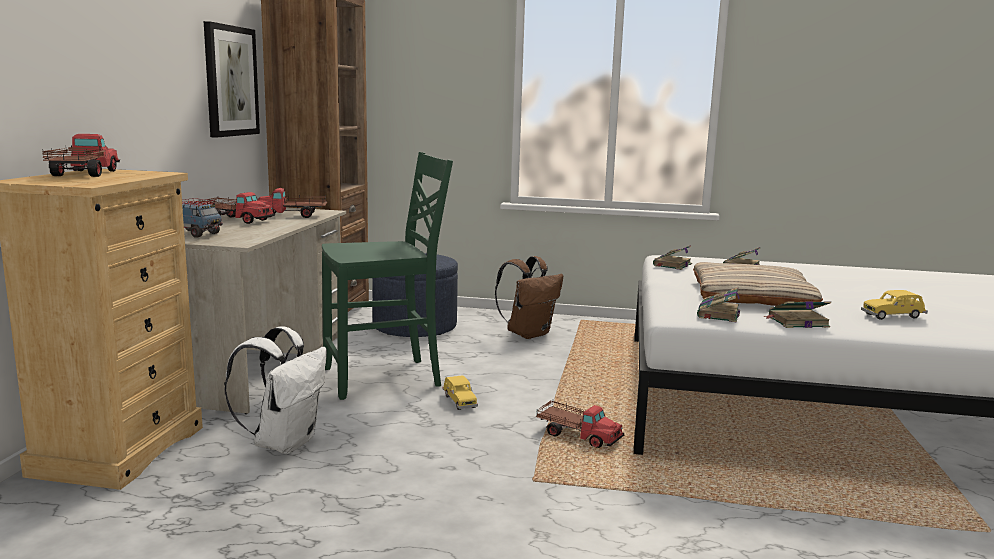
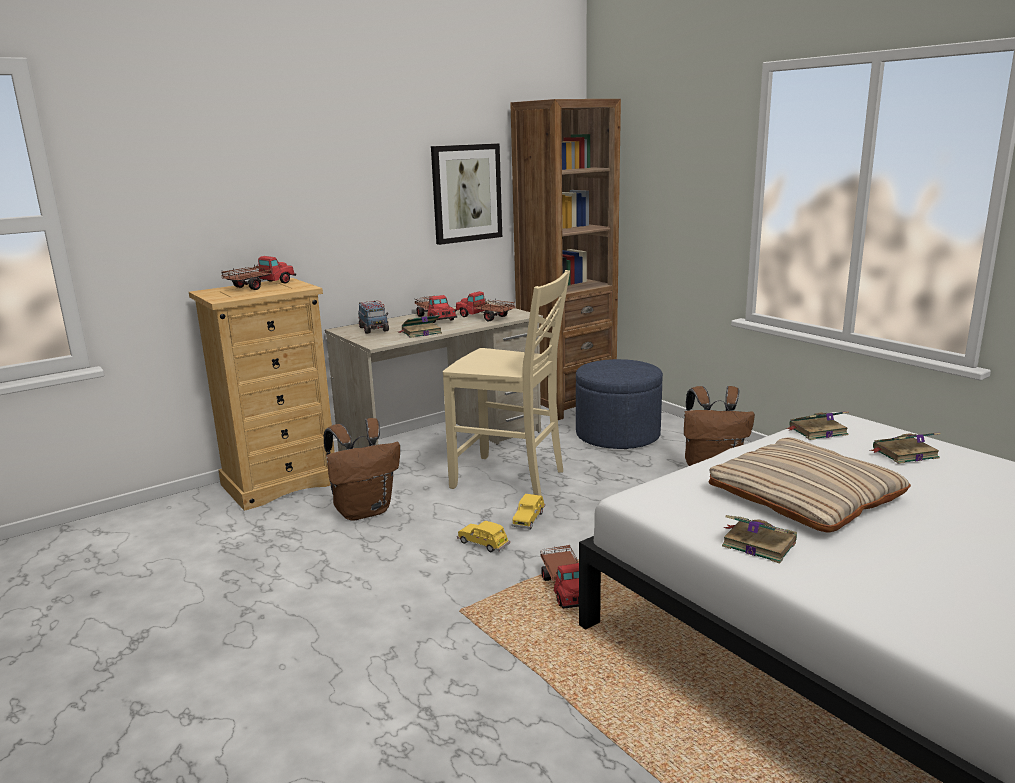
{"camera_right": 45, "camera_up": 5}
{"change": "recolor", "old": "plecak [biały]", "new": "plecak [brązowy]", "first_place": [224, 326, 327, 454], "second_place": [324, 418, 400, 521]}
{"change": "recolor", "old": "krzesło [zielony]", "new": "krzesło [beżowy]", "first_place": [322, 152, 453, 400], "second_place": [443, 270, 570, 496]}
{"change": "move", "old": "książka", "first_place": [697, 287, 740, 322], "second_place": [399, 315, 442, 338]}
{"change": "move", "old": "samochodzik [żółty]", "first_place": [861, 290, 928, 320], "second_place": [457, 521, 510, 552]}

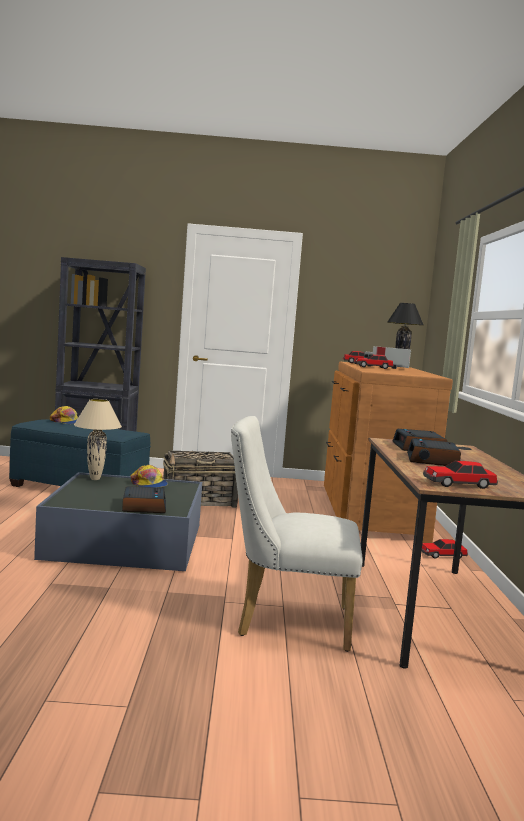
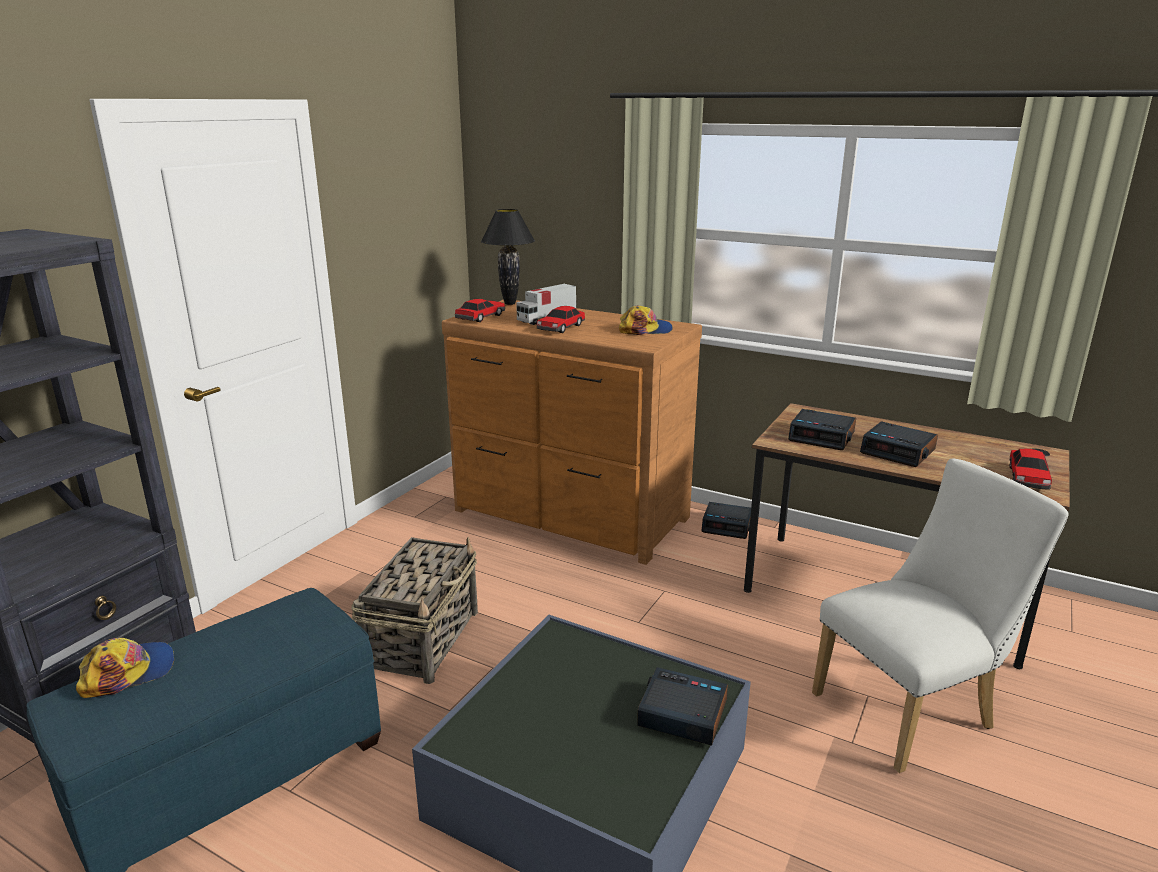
{"camera_right": -60, "camera_up": 15}
{"change": "delete", "old": "lampa stołowa [beżowy]", "first_place": [74, 399, 122, 480]}
{"change": "move", "old": "czapka z daszkiem", "first_place": [131, 465, 168, 488], "second_place": [619, 305, 673, 335]}
{"change": "rotate", "old": "krzesło [biały]", "first_place": [231, 416, 362, 652], "second_place": [812, 459, 1068, 773], "degrees": -150}
{"change": "replace", "old": "samochodzik", "new": "budzik", "first_place": [422, 539, 468, 559], "second_place": [702, 502, 751, 539]}

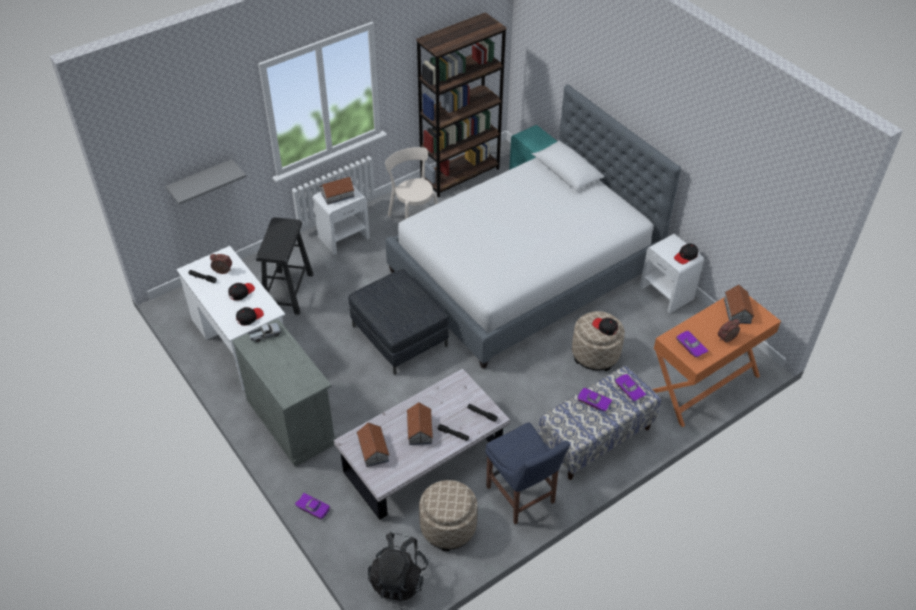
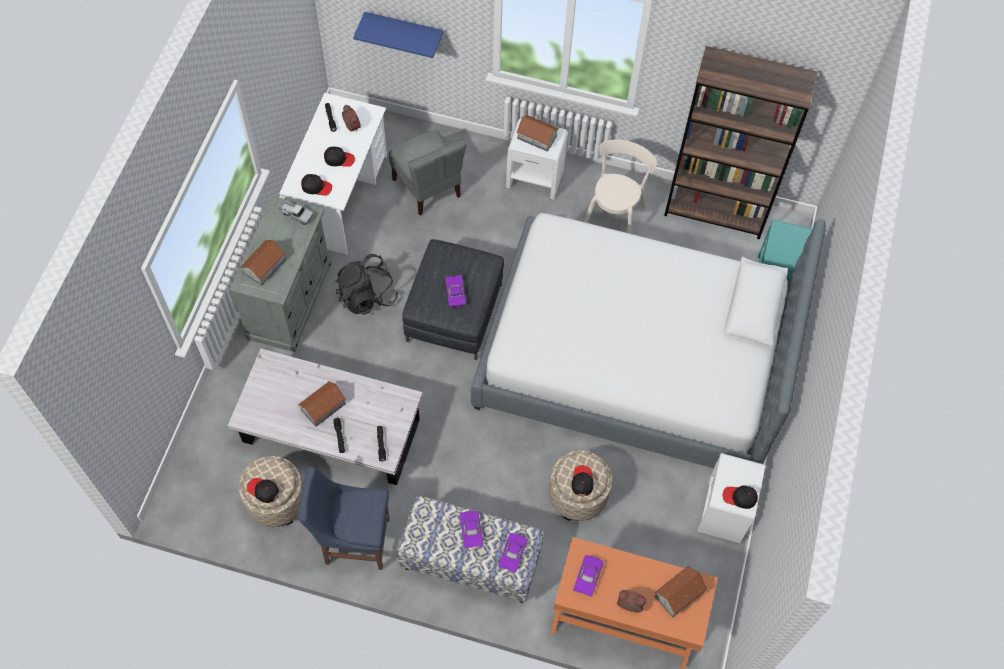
{"camera_right": 50, "camera_up": 15}
{"change": "recolor", "old": "półka [szary]", "new": "półka [niebieski]", "first_place": [166, 159, 246, 205], "second_place": [353, 12, 443, 58]}
{"change": "replace", "old": "stołek [czarny]", "new": "krzesło [szary]", "first_place": [256, 217, 314, 315], "second_place": [389, 130, 466, 215]}
{"change": "move", "old": "samochodzik [fioletowy]", "first_place": [295, 493, 330, 520], "second_place": [445, 275, 466, 307]}
{"change": "move", "old": "domek", "first_place": [356, 422, 390, 467], "second_place": [240, 240, 286, 285]}
{"change": "move", "old": "plecak [czarny]", "first_place": [368, 532, 428, 602], "second_place": [335, 254, 398, 315]}
{"change": "rotate", "old": "krzesło [niebieski]", "first_place": [485, 422, 570, 524], "second_place": [299, 467, 390, 570], "degrees": 75}
{"change": "insert", "new": "czapka z daszkiem [czarny]", "second_place": [247, 478, 279, 503]}

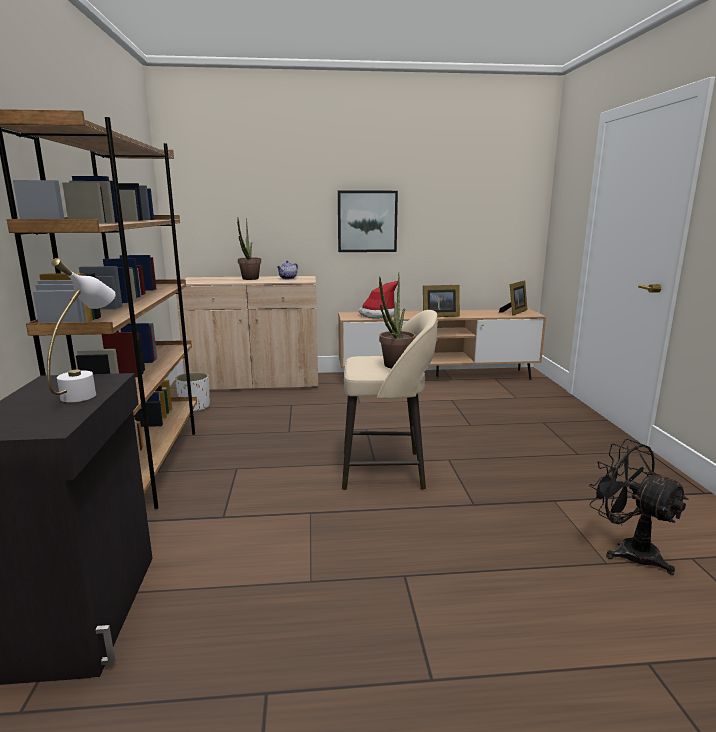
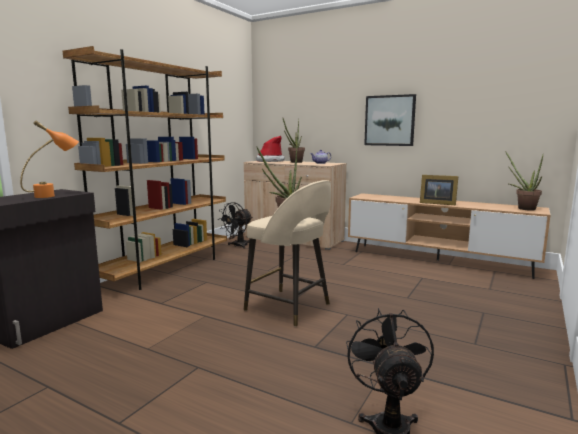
{"camera_right": 35, "camera_up": -5}
{"change": "recolor", "old": "lampa stołowa [biały]", "new": "lampa stołowa [pomarańczowy]", "first_place": [47, 258, 116, 402], "second_place": [20, 120, 79, 198]}
{"change": "replace", "old": "donica [biały]", "new": "wentylator [czarny]", "first_place": [175, 372, 210, 411], "second_place": [218, 202, 252, 249]}
{"change": "move", "old": "kapelusz", "first_place": [358, 281, 398, 319], "second_place": [256, 136, 285, 162]}
{"change": "replace", "old": "ramka na zdjęcie", "new": "roślina doniczkowa", "first_place": [499, 280, 527, 316], "second_place": [505, 151, 544, 211]}

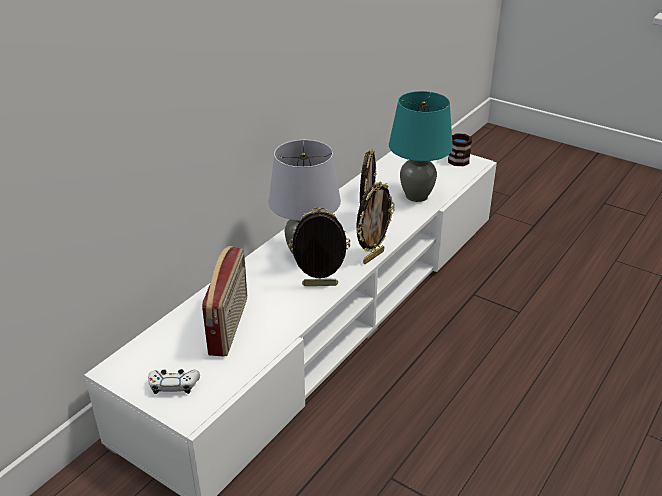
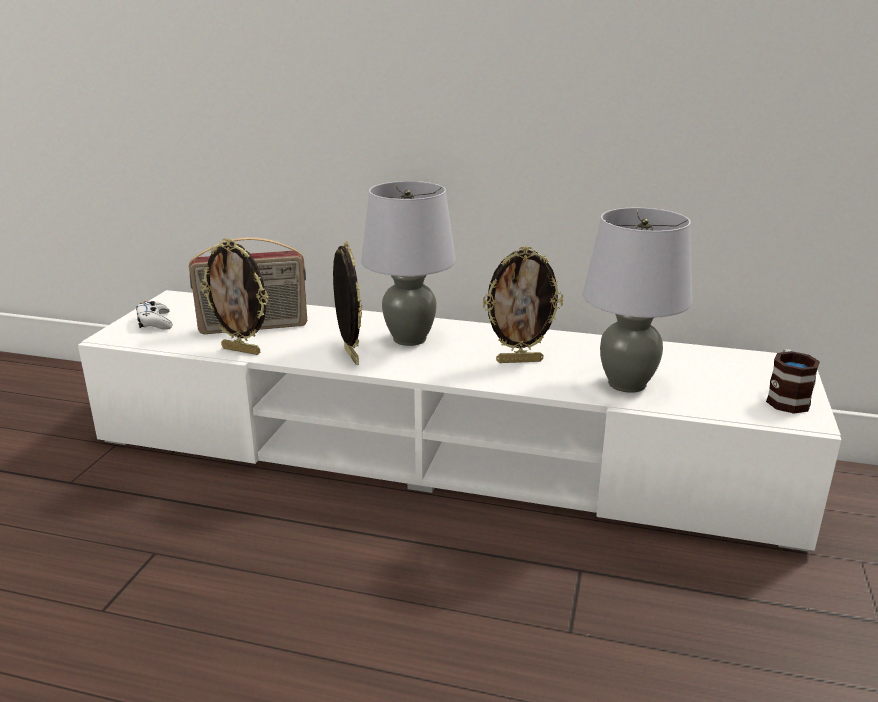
{"camera_right": 70, "camera_up": -10}
{"change": "move", "old": "ramka na zdjęcie", "first_place": [356, 182, 395, 264], "second_place": [200, 238, 268, 355]}
{"change": "recolor", "old": "lampa stołowa [turkusowy]", "new": "lampa stołowa [szary]", "first_place": [389, 91, 453, 202], "second_place": [583, 208, 692, 393]}

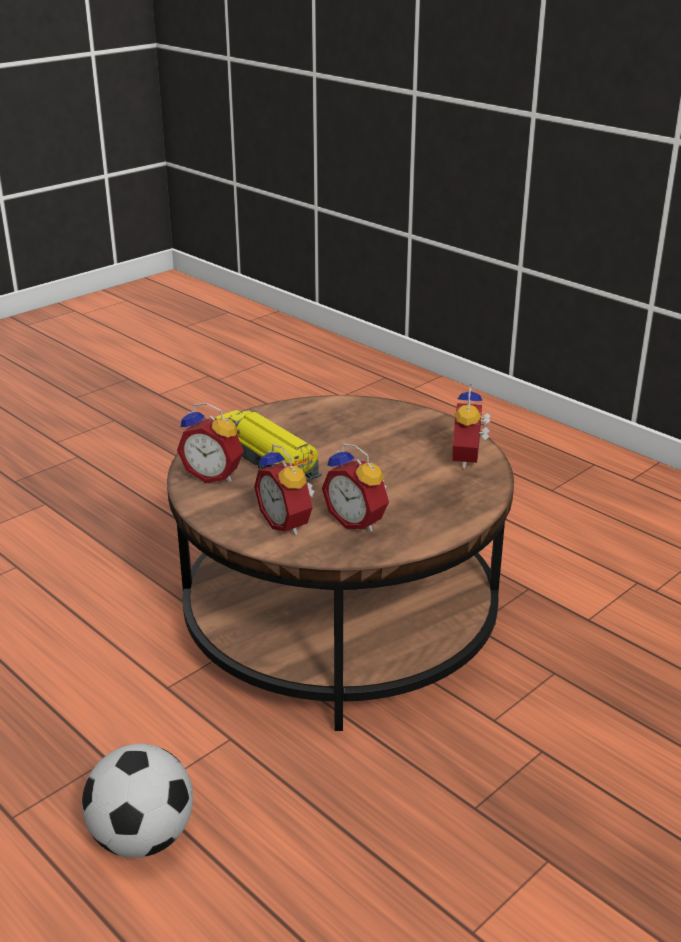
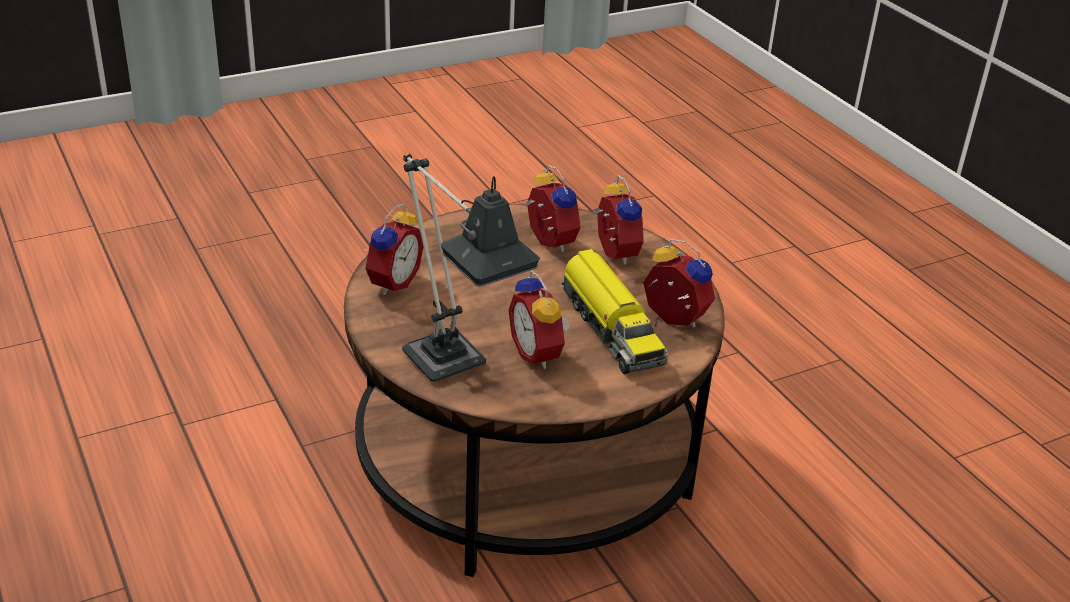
{"camera_right": -165, "camera_up": 5}
{"change": "delete", "old": "piłka futbolowa", "first_place": [82, 744, 193, 858]}
{"change": "insert", "new": "lampa stołowa", "second_place": [402, 154, 540, 382]}
{"change": "insert", "new": "budzik", "second_place": [508, 270, 570, 369]}

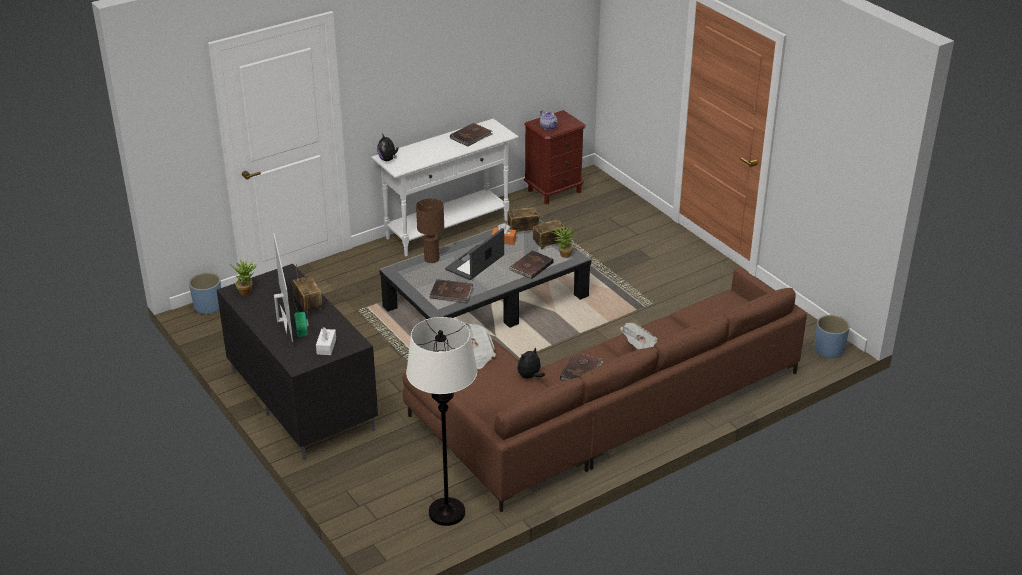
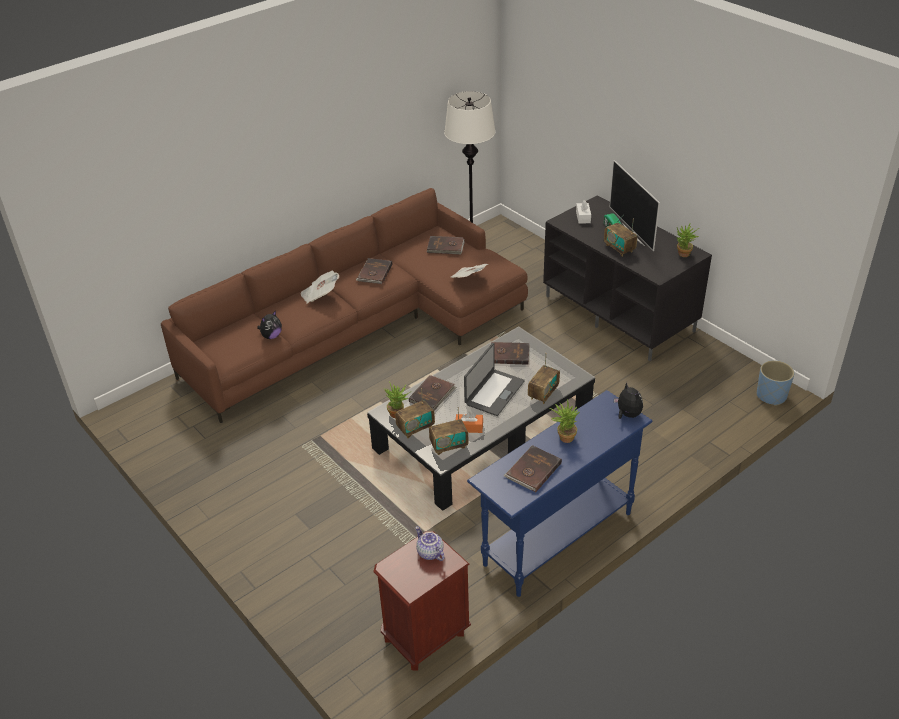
{"camera_right": 175, "camera_up": 5}
{"change": "recolor", "old": "stolik konsolowy [biały]", "new": "stolik konsolowy [niebieski]", "first_place": [371, 119, 519, 256], "second_place": [467, 390, 653, 597]}
{"change": "replace", "old": "lampa stołowa [brązowy]", "new": "radio", "first_place": [416, 198, 444, 263], "second_place": [528, 357, 560, 404]}
{"change": "move", "old": "pluszak", "first_place": [517, 347, 545, 378], "second_place": [257, 310, 282, 339]}
{"change": "delete", "old": "donica [niebieski]", "first_place": [814, 315, 850, 358]}
{"change": "insert", "new": "książka [brązowy]", "second_place": [427, 236, 465, 255]}
{"change": "insert", "new": "roślina doniczkowa", "second_place": [549, 399, 579, 443]}

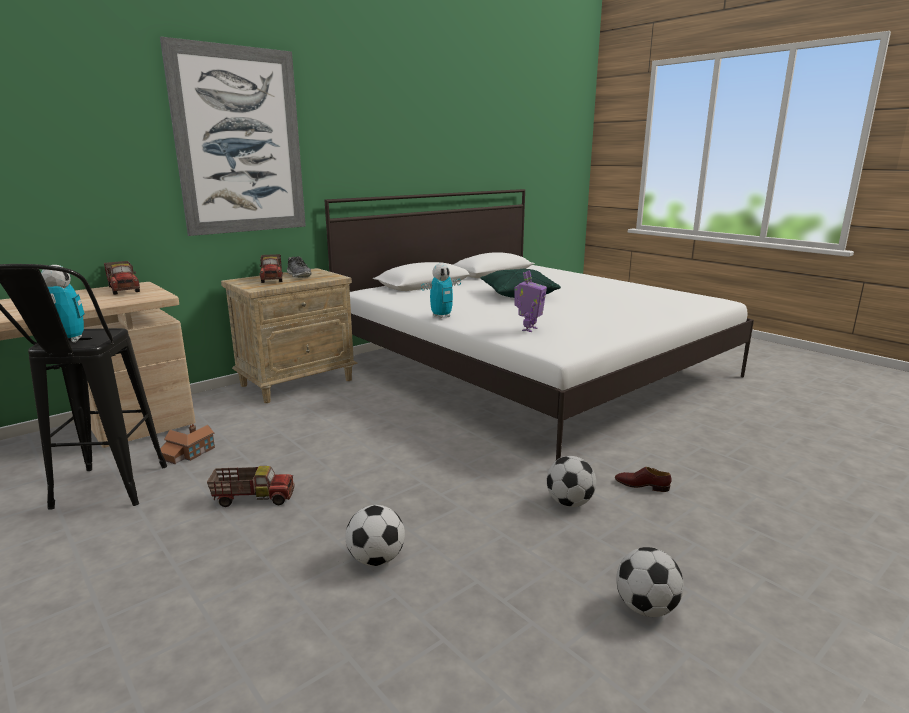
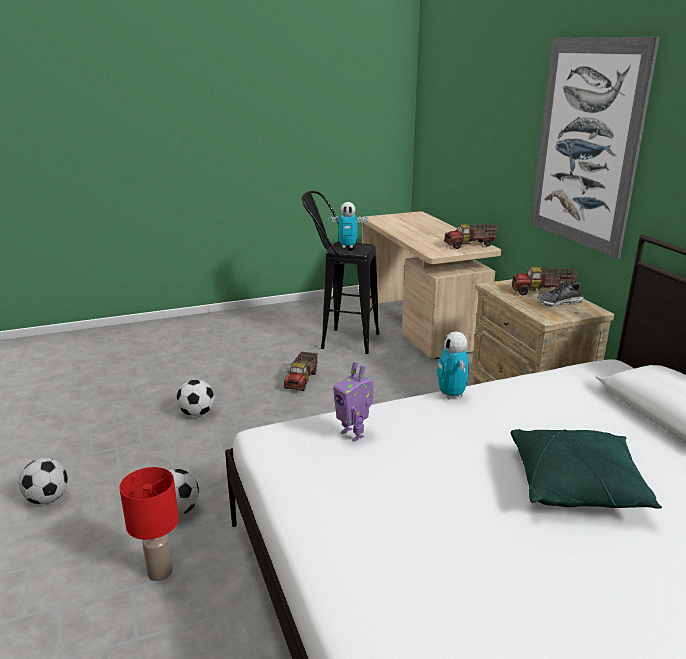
{"camera_right": 110, "camera_up": 5}
{"change": "delete", "old": "domek", "first_place": [158, 424, 215, 465]}
{"change": "replace", "old": "but [brązowy]", "new": "lampa stołowa [czerwony]", "first_place": [615, 467, 672, 492], "second_place": [119, 467, 179, 581]}

